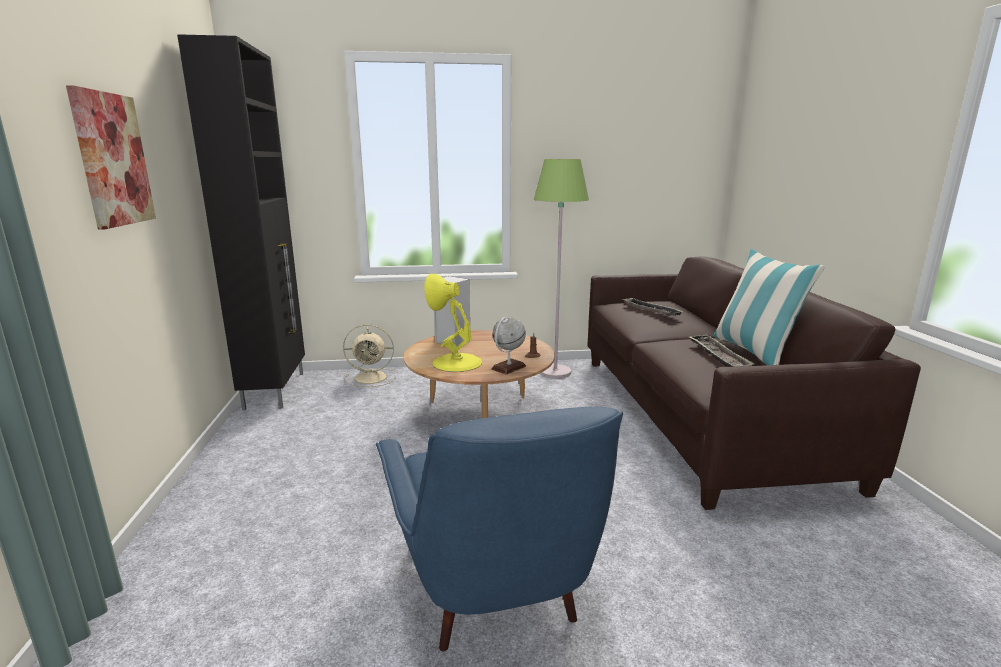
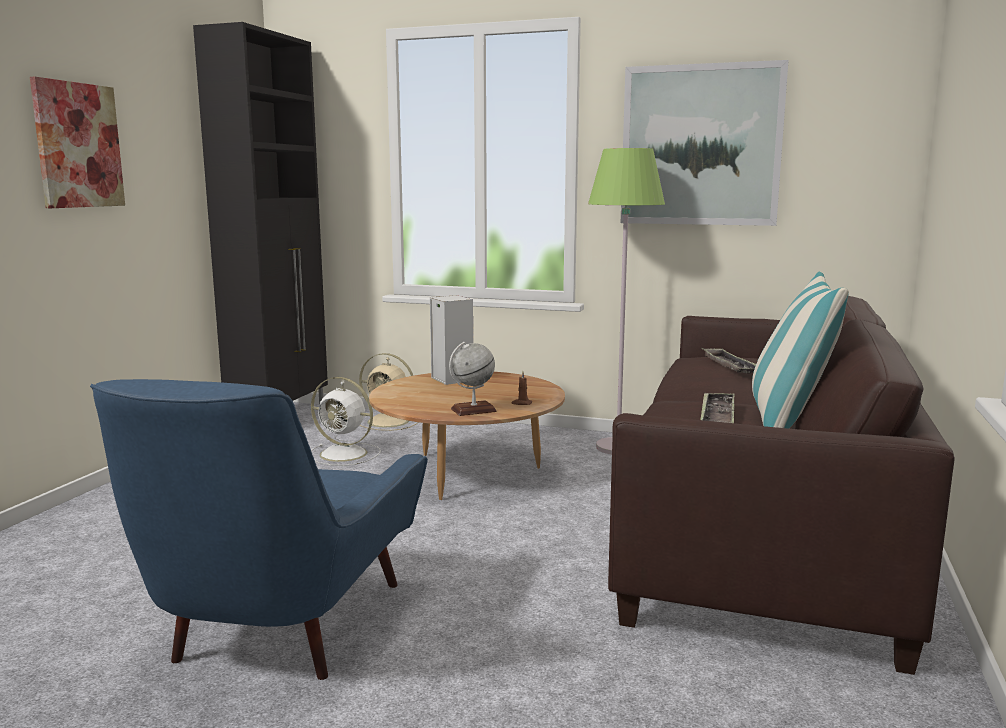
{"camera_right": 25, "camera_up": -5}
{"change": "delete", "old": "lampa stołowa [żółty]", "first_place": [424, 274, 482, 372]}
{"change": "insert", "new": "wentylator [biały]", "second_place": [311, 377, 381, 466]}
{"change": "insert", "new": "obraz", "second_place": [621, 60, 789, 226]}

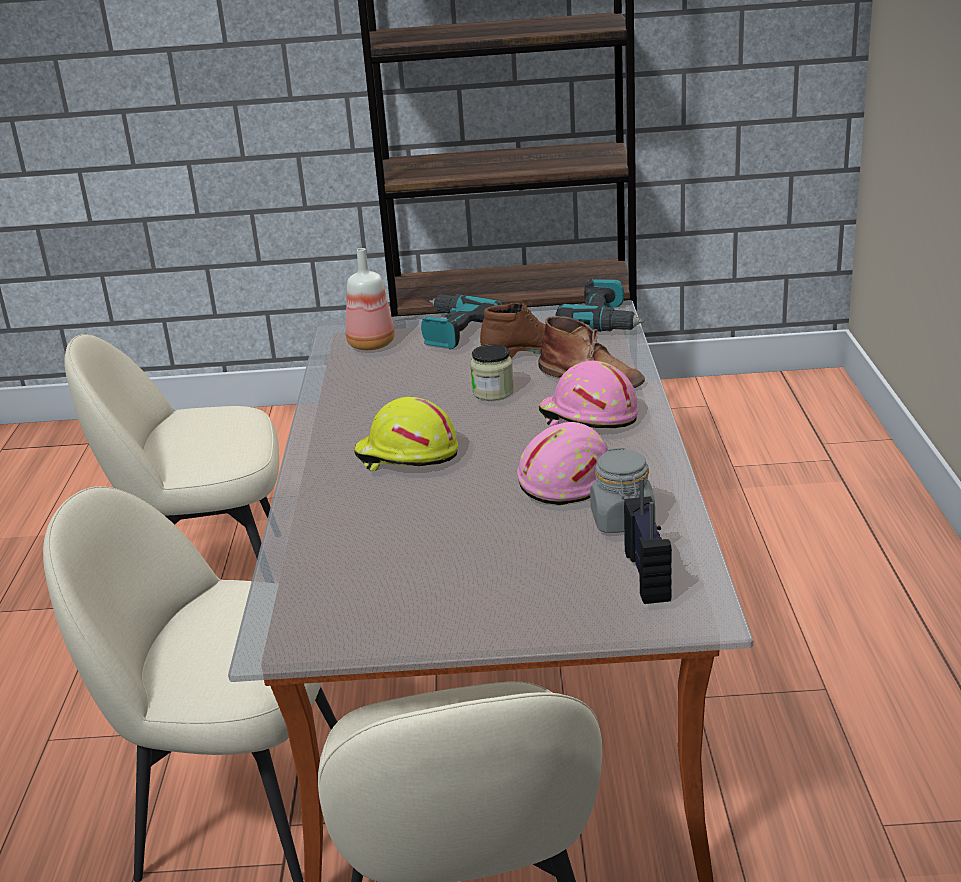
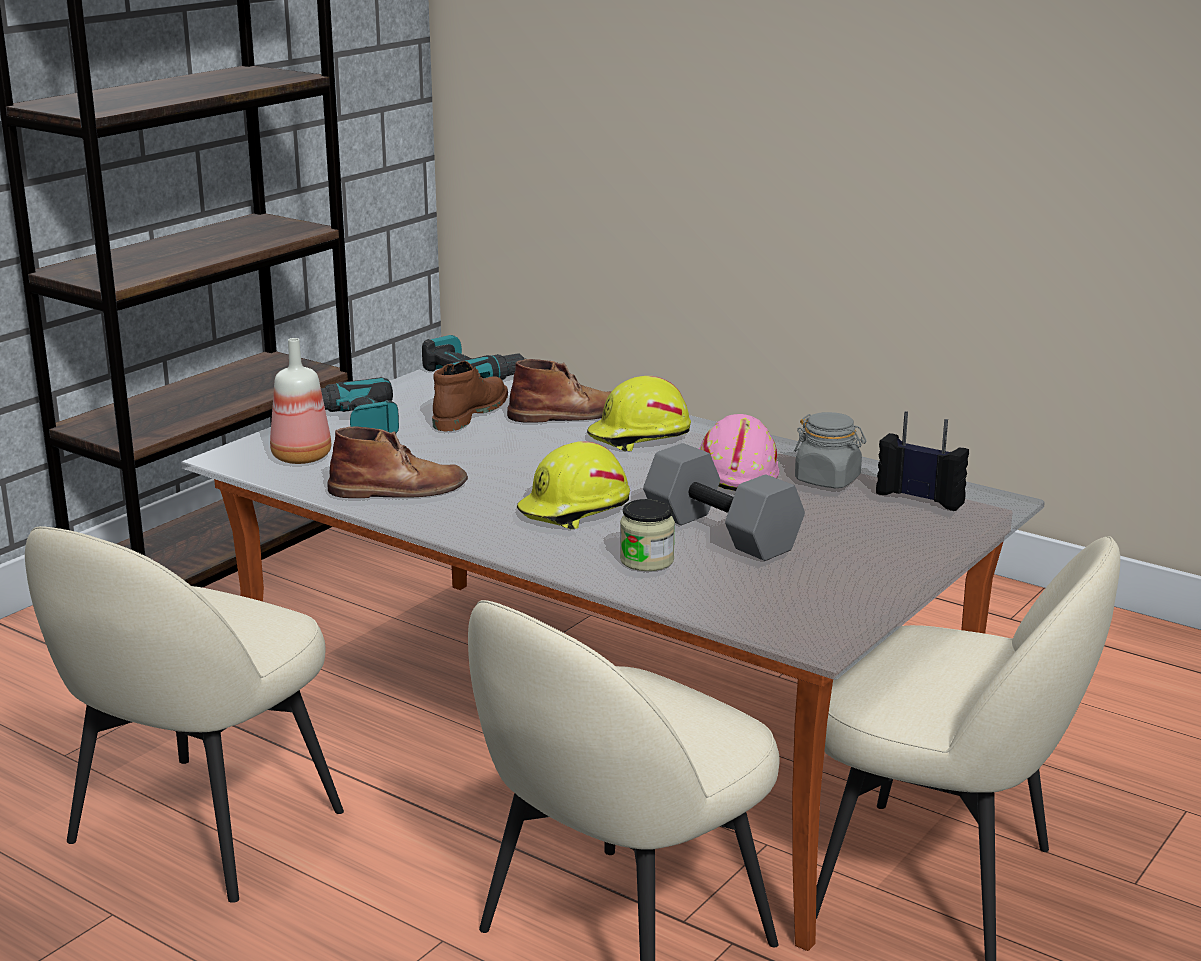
{"camera_right": -55, "camera_up": -5}
{"change": "move", "old": "słoik", "first_place": [470, 344, 514, 400], "second_place": [620, 499, 675, 571]}
{"change": "recolor", "old": "kask [różowy]", "new": "kask [żółty]", "first_place": [539, 360, 638, 428], "second_place": [587, 376, 691, 451]}
{"change": "insert", "new": "but z cholewką [brązowy]", "second_place": [328, 426, 468, 498]}
{"change": "insert", "new": "hantel [szary]", "second_place": [643, 443, 805, 561]}

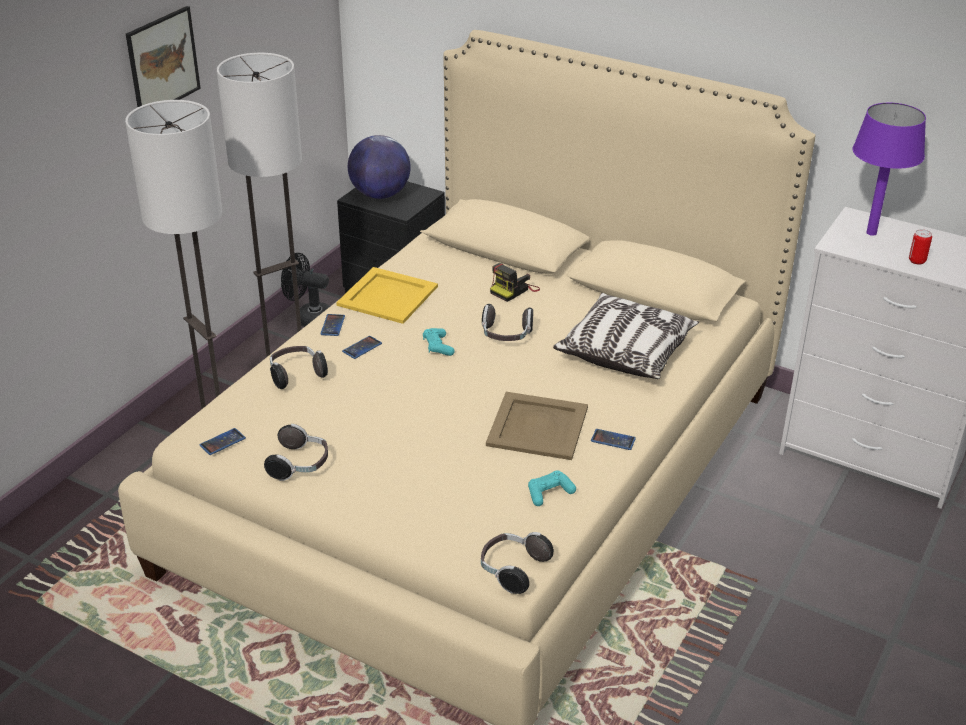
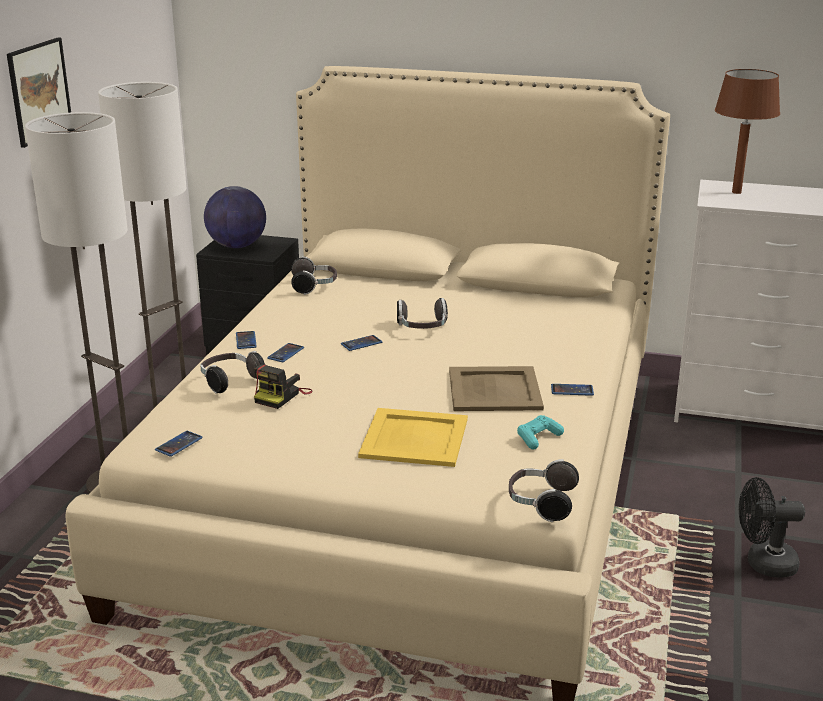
{"camera_right": -15, "camera_up": -10}
{"change": "move", "old": "słuchawki", "first_place": [264, 424, 328, 481], "second_place": [291, 256, 337, 295]}
{"change": "move", "old": "wentylator [czarny]", "first_place": [281, 253, 330, 327], "second_place": [739, 477, 805, 578]}
{"change": "move", "old": "taca [żółty]", "first_place": [336, 267, 438, 324], "second_place": [358, 408, 468, 467]}
{"change": "replace", "old": "pad do gier [turkusowy]", "new": "telefon", "first_place": [423, 328, 455, 356], "second_place": [341, 335, 382, 351]}
{"change": "move", "old": "aparat fotograficzny", "first_place": [490, 263, 540, 302], "second_place": [254, 364, 313, 409]}
{"change": "delete", "old": "poduszka", "first_place": [553, 293, 699, 379]}
{"change": "recolor", "old": "lampa stołowa [fioletowy]", "new": "lampa stołowa [brązowy]", "first_place": [852, 103, 926, 236], "second_place": [715, 69, 780, 194]}
{"change": "delete", "old": "puszka", "first_place": [909, 229, 932, 265]}

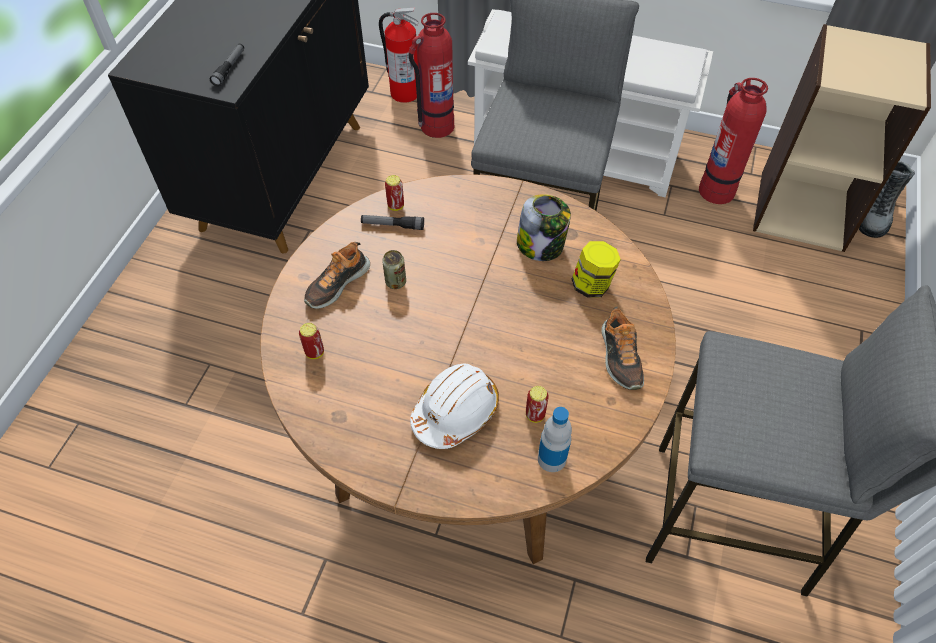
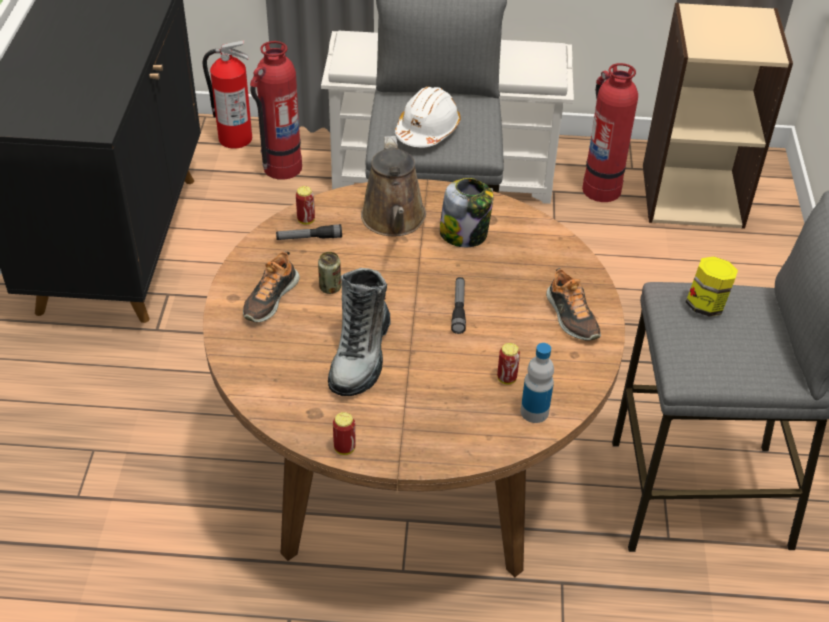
{"camera_right": -15, "camera_up": -10}
{"change": "move", "old": "latarka", "first_place": [210, 44, 244, 86], "second_place": [451, 277, 466, 334]}
{"change": "move", "old": "puszka", "first_place": [299, 323, 324, 359], "second_place": [333, 412, 356, 455]}
{"change": "move", "old": "kask [biały]", "first_place": [410, 364, 499, 449], "second_place": [395, 87, 461, 147]}
{"change": "move", "old": "słoik", "first_place": [572, 241, 621, 298], "second_place": [686, 256, 738, 316]}
{"change": "move", "old": "but z cholewką", "first_place": [859, 161, 915, 238], "second_place": [328, 268, 391, 396]}
{"change": "insert", "new": "konewka [brązowy]", "second_place": [361, 136, 426, 236]}

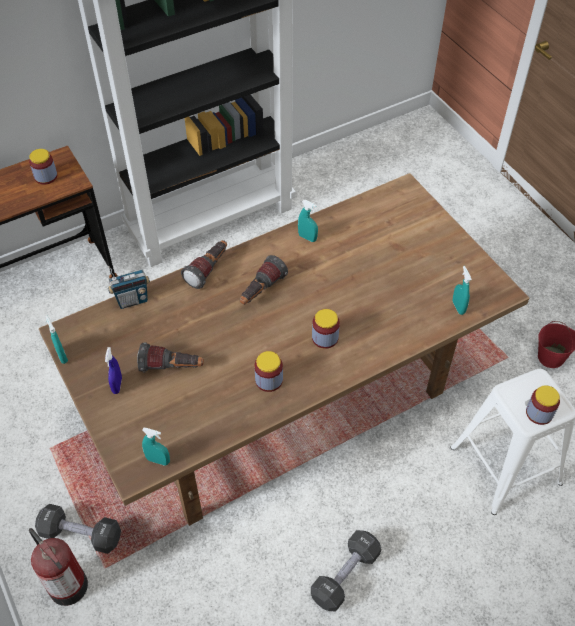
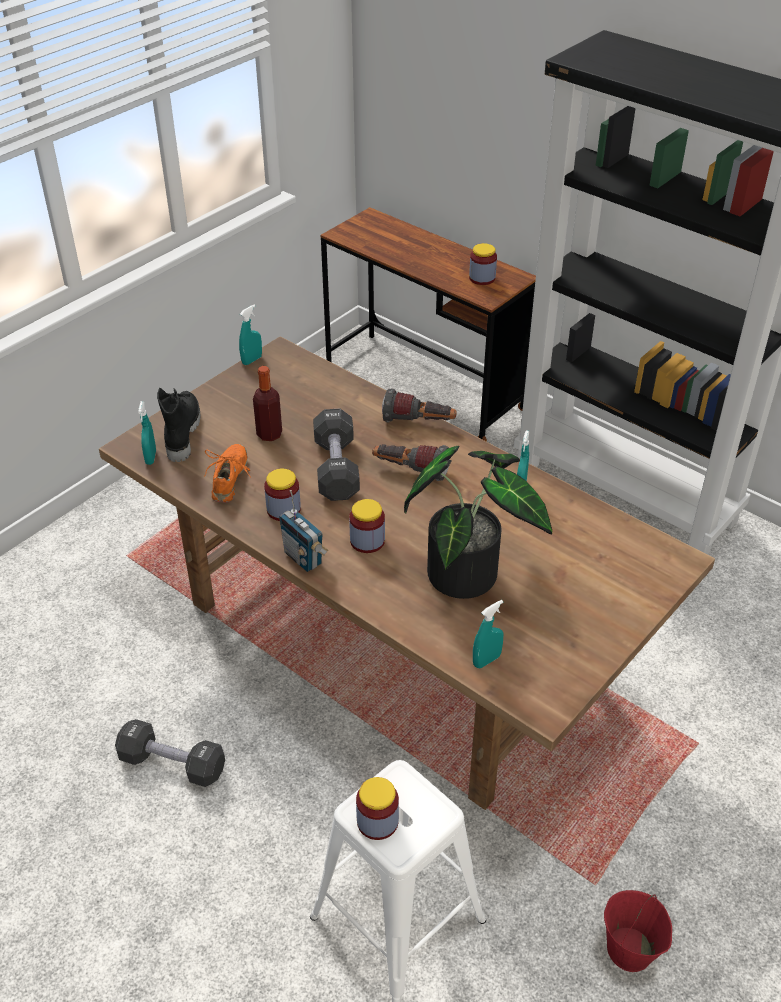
{"camera_right": 70, "camera_up": -10}
{"change": "delete", "old": "gaśnica", "first_place": [29, 528, 88, 606]}
{"change": "move", "old": "hantel [czarny]", "first_place": [35, 504, 121, 554], "second_place": [313, 408, 360, 501]}
{"change": "delete", "old": "spryskiwacz [niebieski]", "first_place": [105, 347, 122, 394]}
{"change": "move", "old": "radio", "first_place": [108, 266, 150, 309], "second_place": [279, 490, 329, 572]}
{"change": "replace", "old": "latarka", "new": "butelka", "first_place": [137, 342, 204, 373], "second_place": [253, 366, 282, 441]}
{"change": "insert", "new": "but z cholewką [czarny]", "second_place": [157, 388, 201, 462]}
{"change": "insert", "new": "but [pomarańczowy]", "second_place": [204, 444, 251, 503]}
{"change": "insert", "new": "roślina doniczkowa", "second_place": [404, 446, 552, 599]}

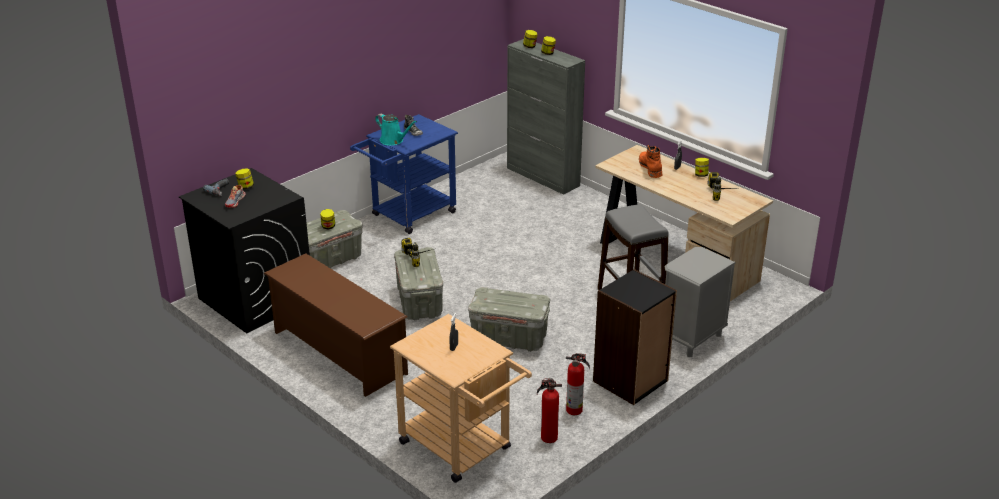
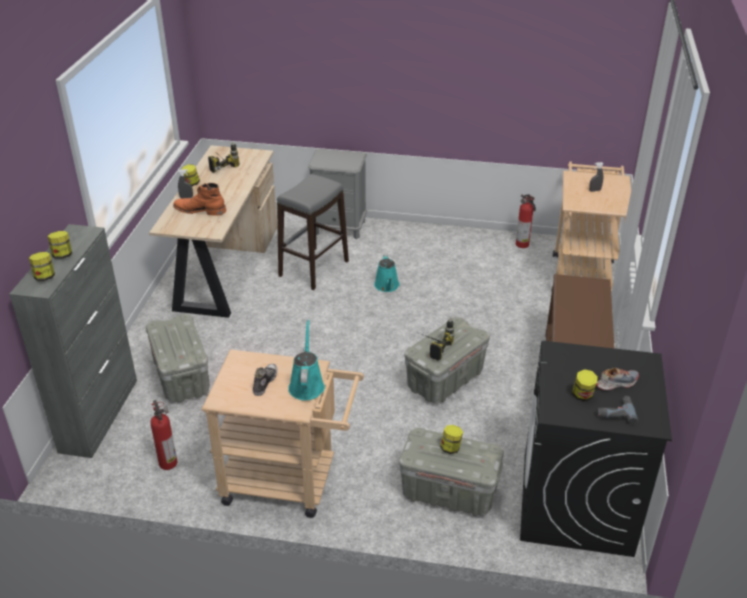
{"camera_right": -125, "camera_up": 5}
{"change": "recolor", "old": "wózek [niebieski]", "new": "wózek [beżowy]", "first_place": [350, 114, 458, 234], "second_place": [202, 349, 364, 518]}
{"change": "move", "old": "pojemnik do przechowywania [szary]", "first_place": [468, 287, 550, 352], "second_place": [146, 314, 210, 403]}
{"change": "move", "old": "gaśnica", "first_place": [566, 353, 590, 415], "second_place": [150, 400, 177, 470]}
{"change": "delete", "old": "regał [czarny]", "first_place": [593, 269, 677, 405]}
{"change": "rotate", "old": "but z cholewką [pomarańczowy]", "first_place": [639, 145, 662, 178], "second_place": [173, 183, 226, 216], "degrees": 60}
{"change": "insert", "new": "konewka [turkusowy]", "second_place": [374, 254, 400, 292]}

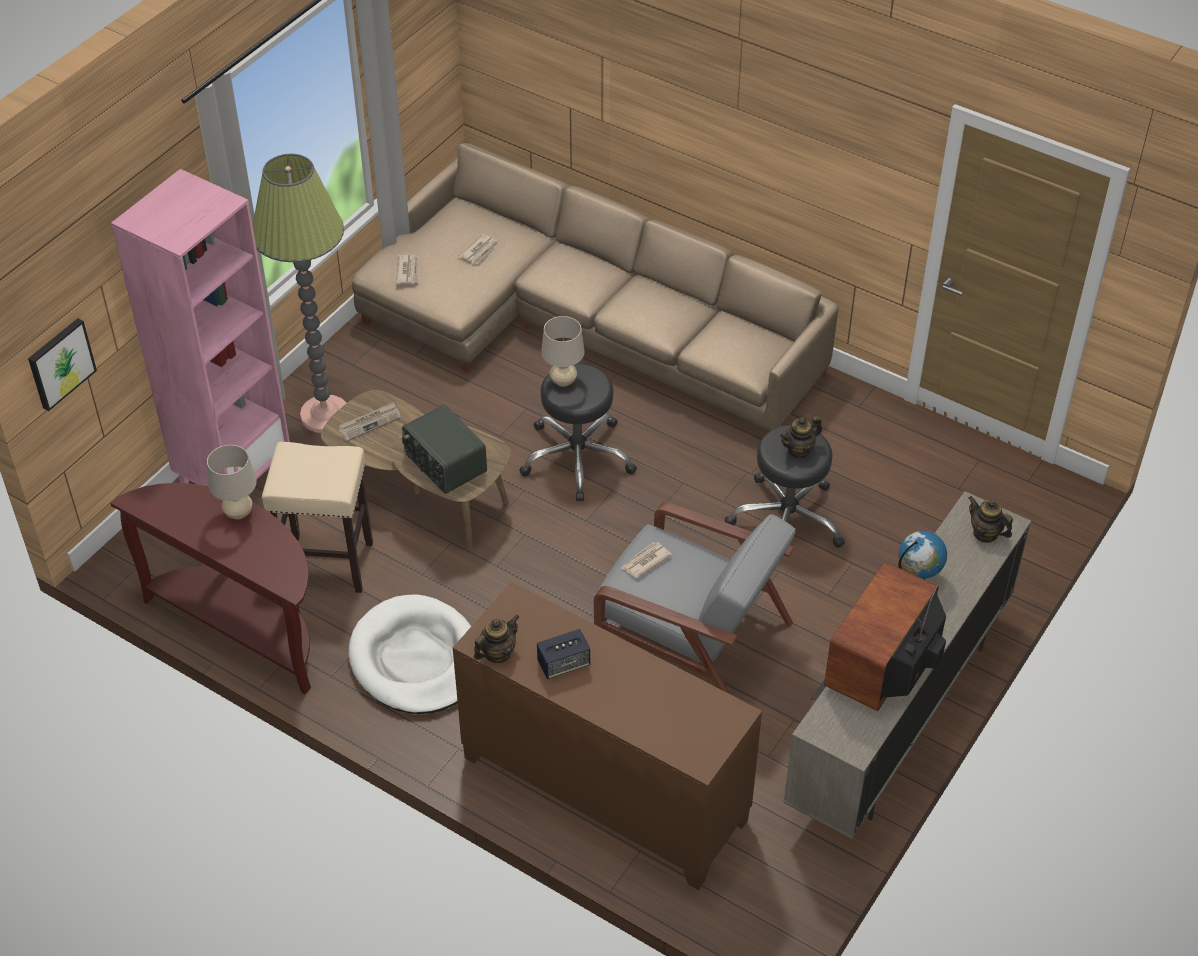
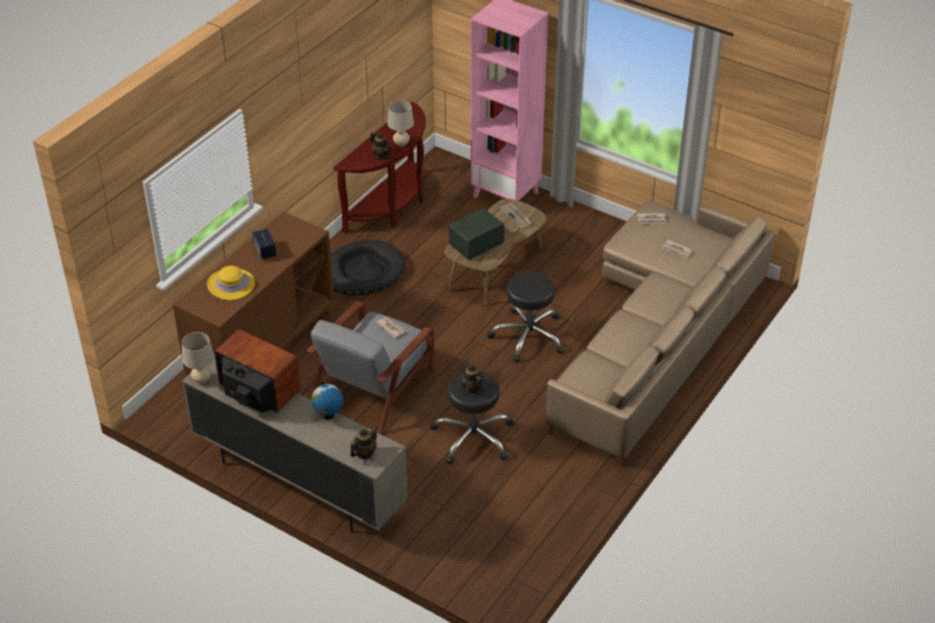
{"camera_right": 90, "camera_up": -5}
{"change": "delete", "old": "obraz", "first_place": [28, 318, 97, 411]}
{"change": "delete", "old": "lampa stojąca", "first_place": [252, 154, 346, 433]}
{"change": "delete", "old": "stołek [beżowy]", "first_place": [262, 442, 373, 593]}
{"change": "recolor", "old": "legowisko [biały]", "new": "legowisko [czarny]", "first_place": [348, 594, 471, 714], "second_place": [331, 240, 405, 295]}
{"change": "move", "old": "imbryk", "first_place": [474, 615, 519, 663], "second_place": [370, 132, 390, 159]}
{"change": "move", "old": "lampa stołowa [beżowy]", "first_place": [541, 316, 585, 387], "second_place": [182, 332, 214, 383]}
{"change": "insert", "new": "kapelusz [żółty]", "second_place": [207, 266, 255, 301]}

